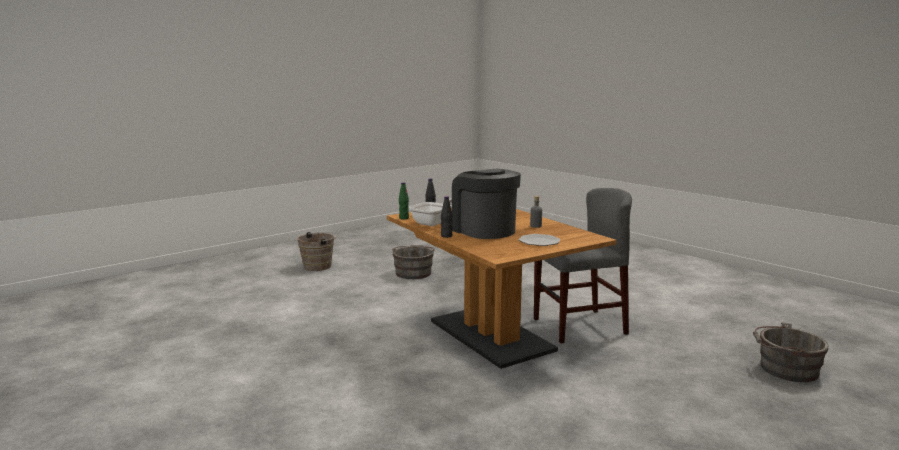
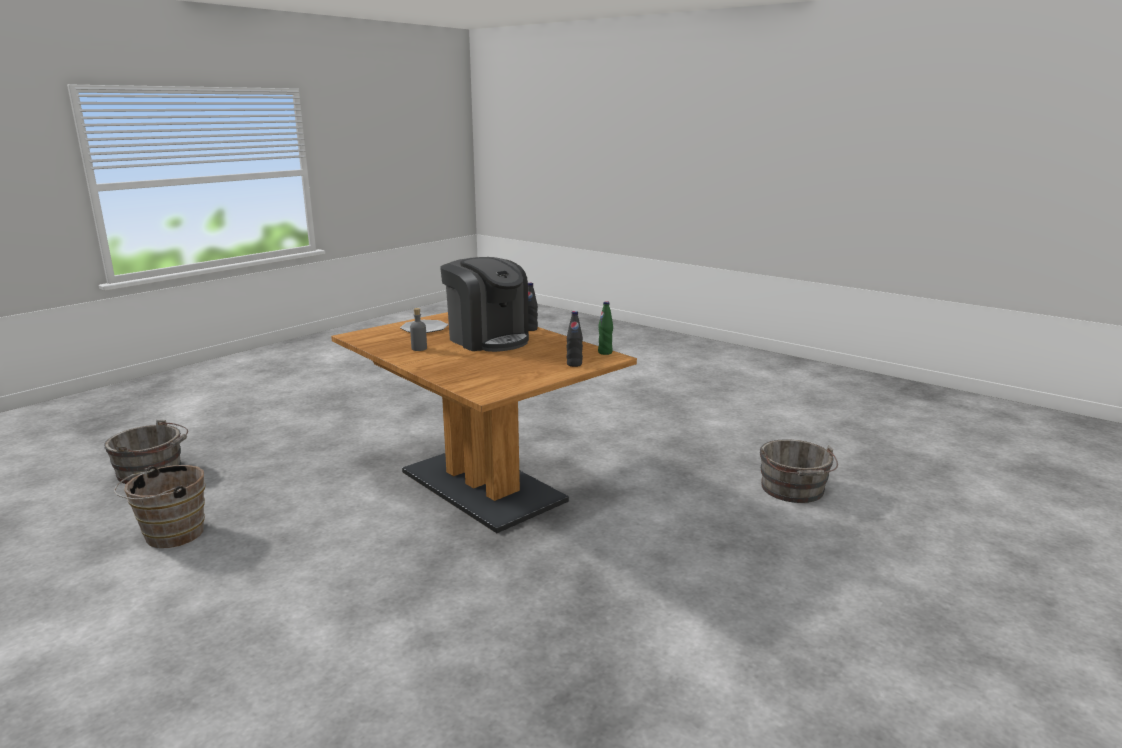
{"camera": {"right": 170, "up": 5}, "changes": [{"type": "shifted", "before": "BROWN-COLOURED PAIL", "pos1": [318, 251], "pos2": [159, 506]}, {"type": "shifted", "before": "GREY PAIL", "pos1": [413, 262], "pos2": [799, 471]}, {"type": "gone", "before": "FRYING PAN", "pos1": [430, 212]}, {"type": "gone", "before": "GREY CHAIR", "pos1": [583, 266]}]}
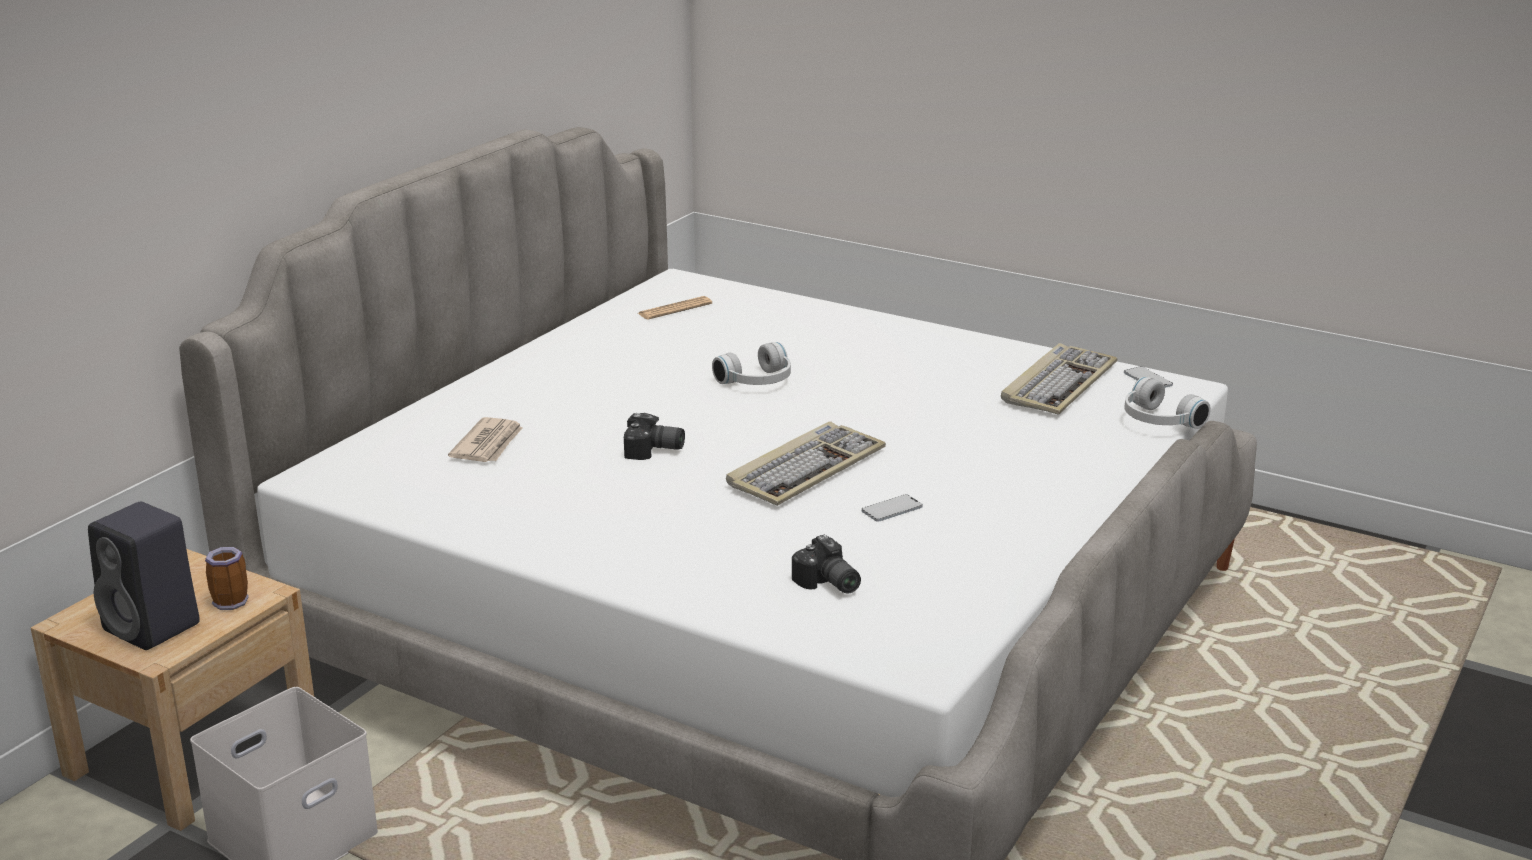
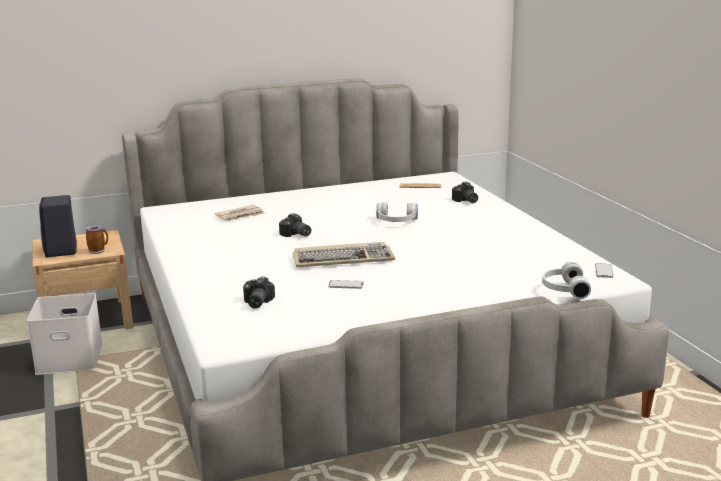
{"camera": {"right": 40, "up": -5}, "changes": [{"type": "gone", "before": "COMPUTER KEYBOARD", "pos1": [1059, 379]}, {"type": "new", "after": "STILL CAMERA", "pos2": [465, 192]}]}
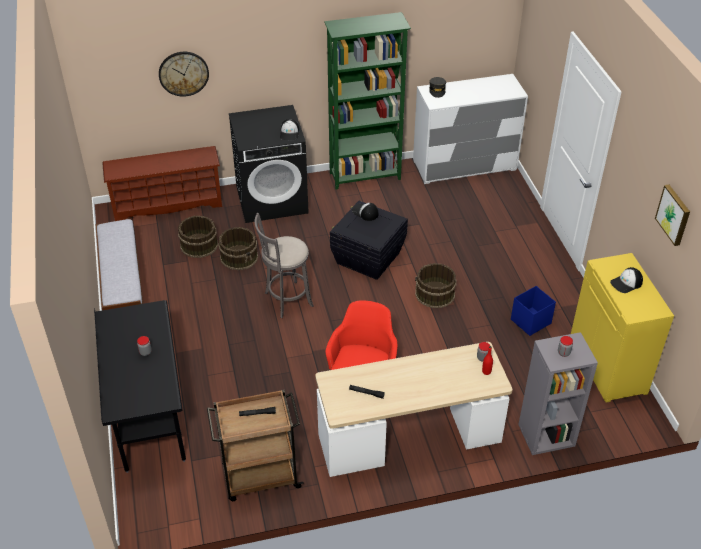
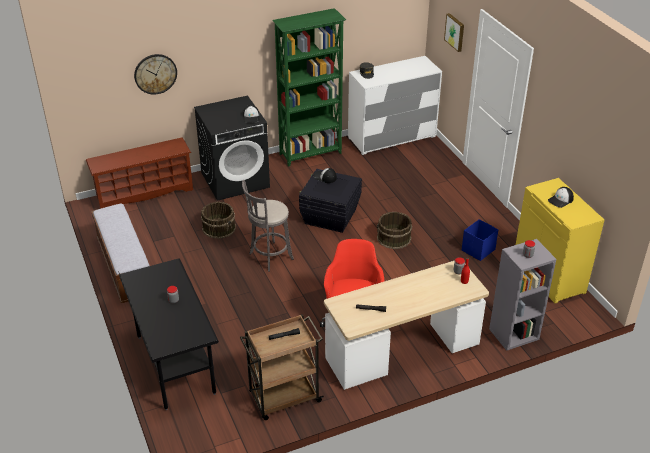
{"camera": {"right": -10, "up": -5}, "changes": [{"type": "gone", "before": "BROWN-COLOURED PAIL", "pos1": [198, 236]}, {"type": "shifted", "before": "WALL ART", "pos1": [672, 215], "pos2": [454, 32]}]}
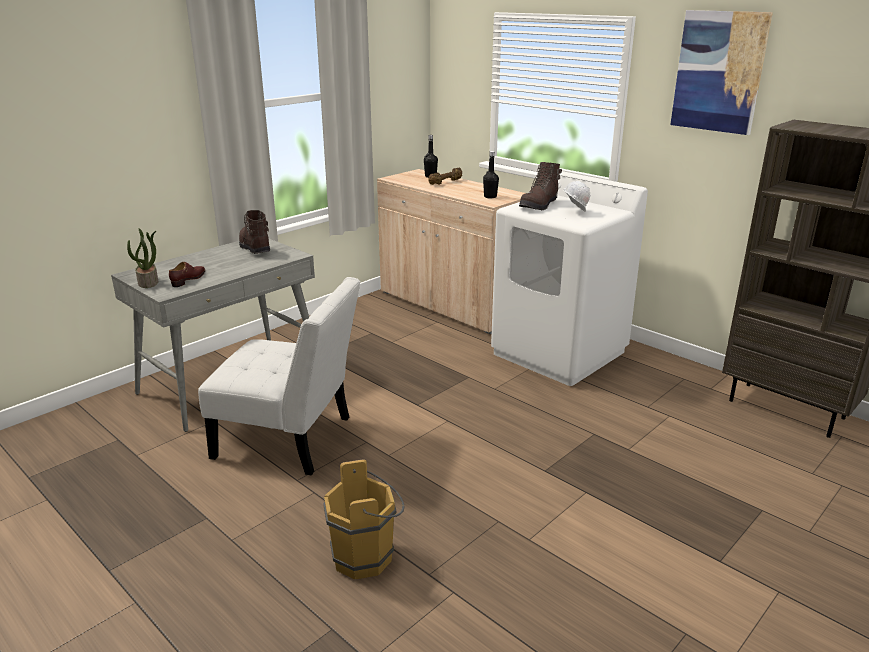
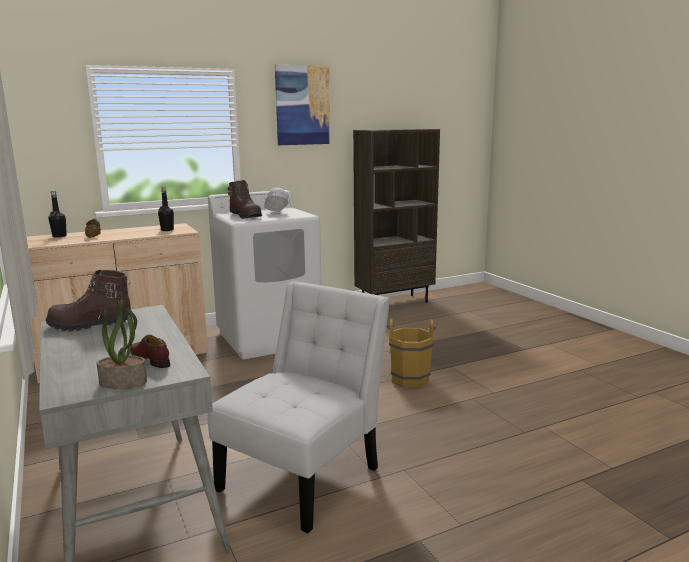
{"camera": {"right": -70, "up": -10}, "changes": [{"type": "shifted", "before": "BROWN-COLOURED PAIL", "pos1": [364, 519], "pos2": [411, 353]}]}
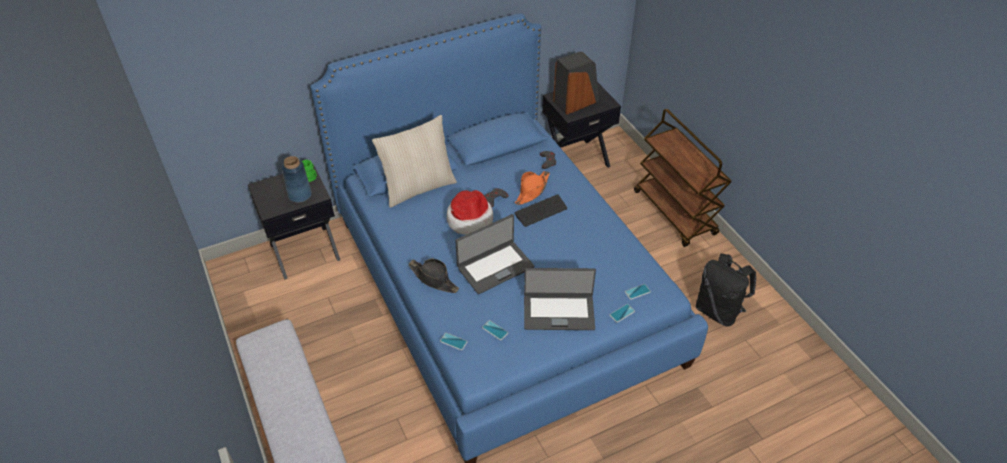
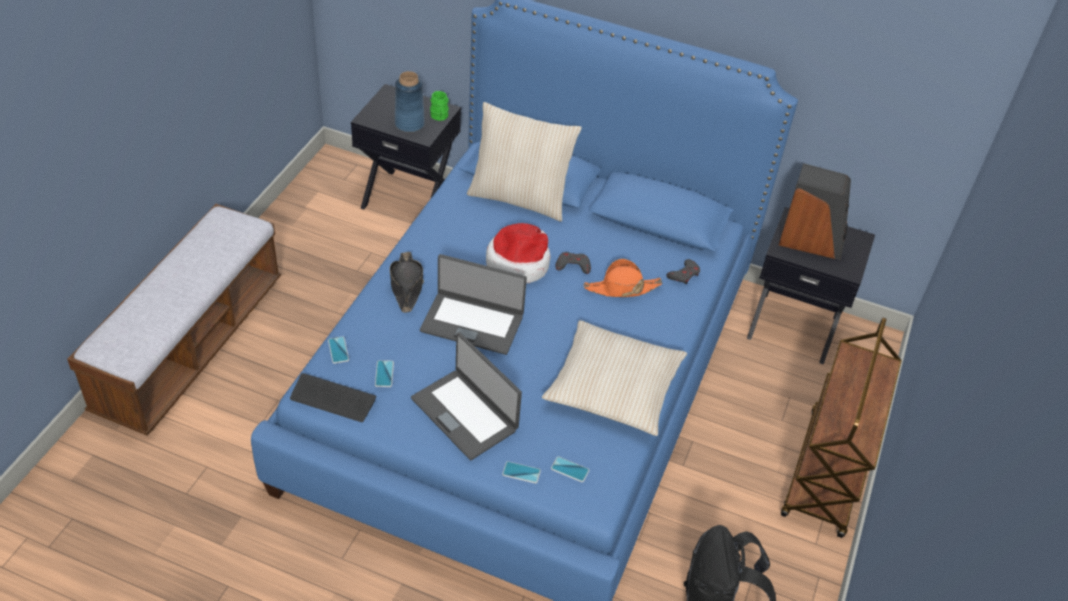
{"camera": {"right": 45, "up": 0}, "changes": [{"type": "shifted", "before": "COMPUTER KEYBOARD", "pos1": [540, 210], "pos2": [333, 397]}, {"type": "new", "after": "BEIGE-COLOURED CUSHION", "pos2": [614, 378]}]}
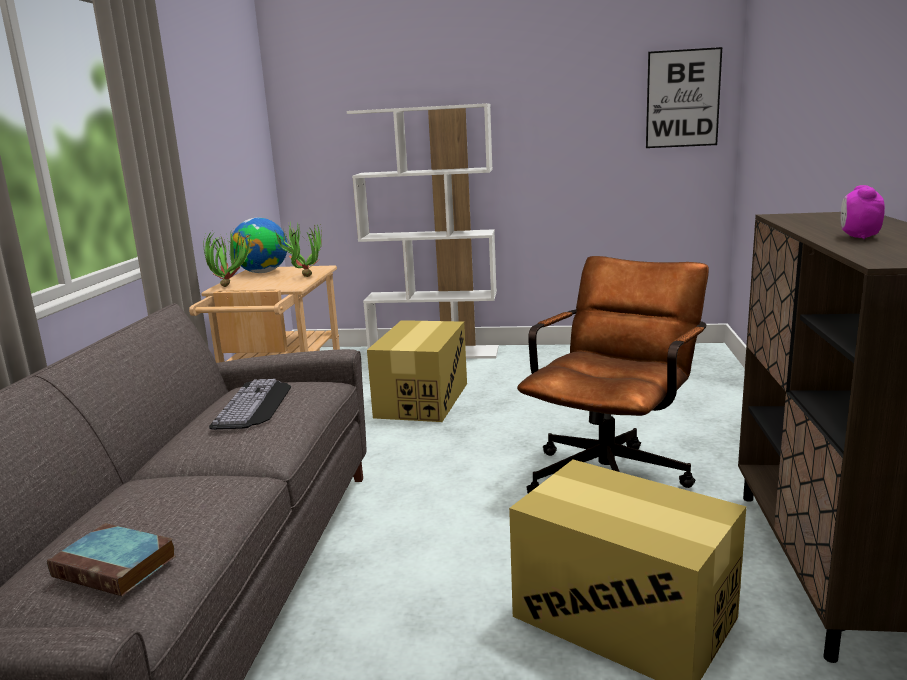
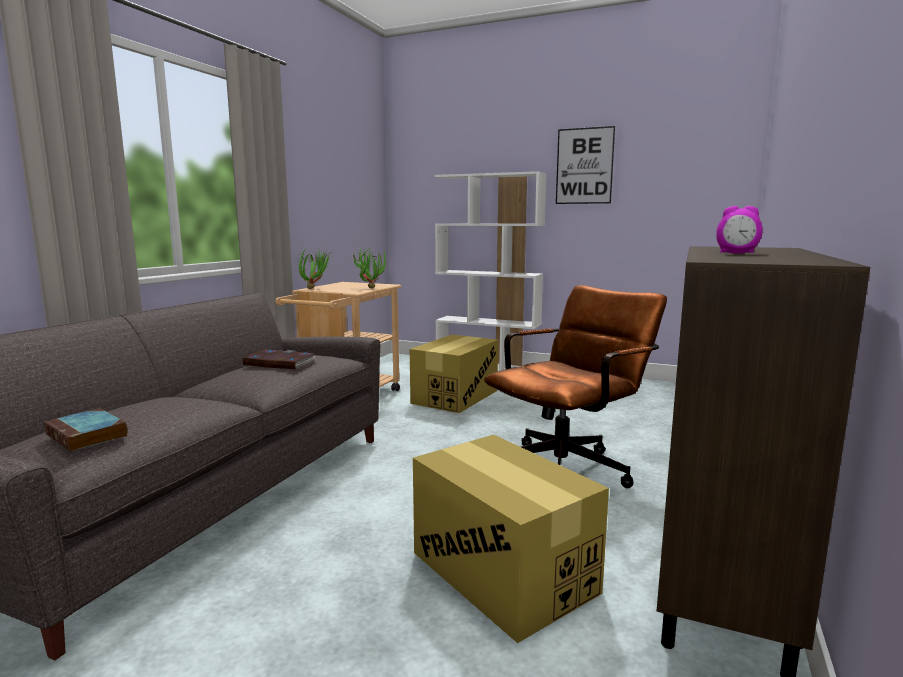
{"camera": {"right": 15, "up": -5}, "changes": [{"type": "swapped", "before": "COMPUTER KEYBOARD", "after": "BOOK", "pos1": [250, 404], "pos2": [278, 359]}, {"type": "gone", "before": "WORLD GLOBE", "pos1": [260, 245]}, {"type": "shifted", "before": "WALL ART", "pos1": [684, 97], "pos2": [585, 165]}, {"type": "rotated", "before": "BEDSIDE CLOCK", "pos1": [863, 212], "pos2": [739, 230], "turn": -105}]}
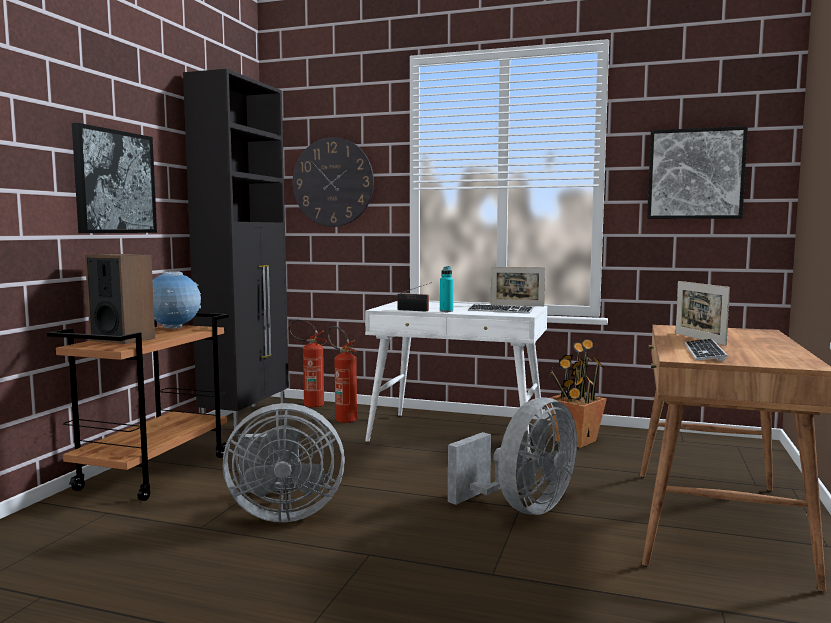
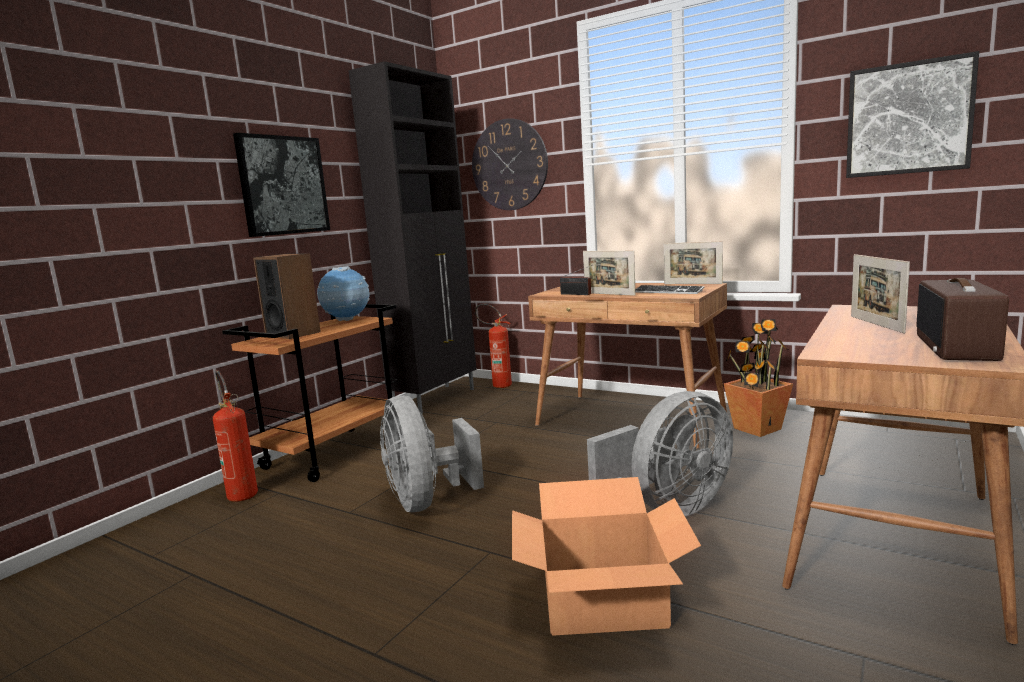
{"camera": {"right": 15, "up": 5}, "changes": [{"type": "rotated", "before": "GREY FAN", "pos1": [284, 462], "pos2": [432, 453], "turn": 60}, {"type": "shifted", "before": "FIRE-FIGHTING CYLINDER", "pos1": [342, 374], "pos2": [235, 436]}, {"type": "repainted", "before": "WHITISH DESK", "after": "BROWN-COLOURED DESK", "pos1": [456, 380], "pos2": [627, 366]}, {"type": "swapped", "before": "TURQUOISE-COLOURED BEVERAGE BOTTLE", "after": "PHOTO FRAME", "pos1": [446, 289], "pos2": [609, 273]}, {"type": "gone", "before": "COMPUTER KEYBOARD", "pos1": [706, 350]}, {"type": "new", "after": "CARTON", "pos2": [606, 556]}, {"type": "new", "after": "RADIO", "pos2": [962, 319]}]}
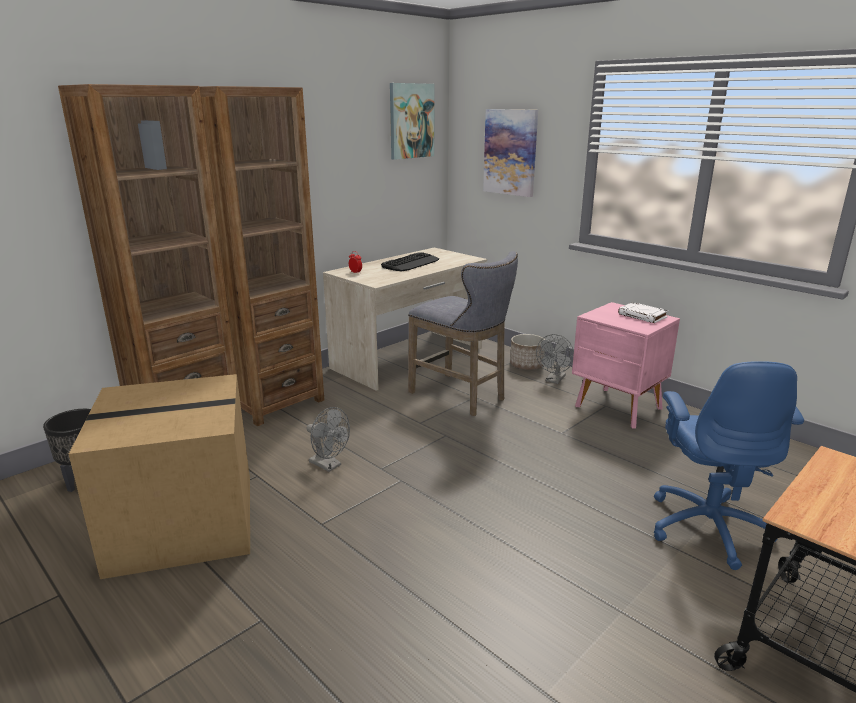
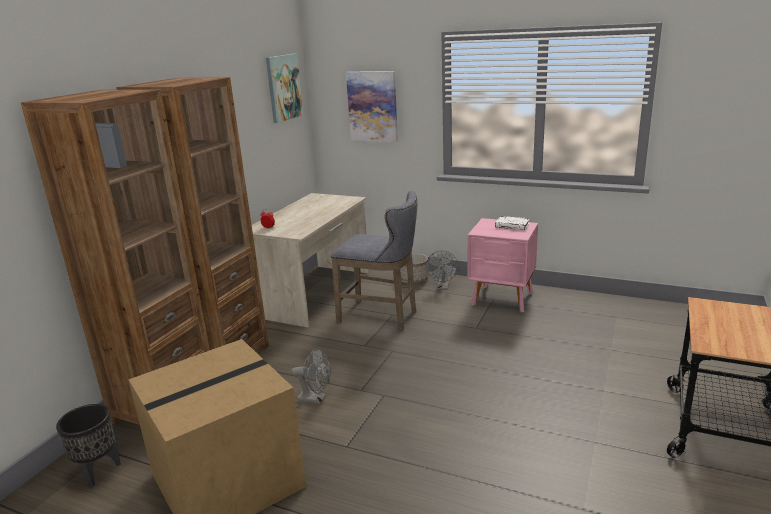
{"camera": {"right": -20, "up": 0}, "changes": [{"type": "gone", "before": "COMPUTER KEYBOARD", "pos1": [410, 261]}, {"type": "gone", "before": "BLUE-COLOURED COMPUTER CHAIR", "pos1": [729, 465]}]}
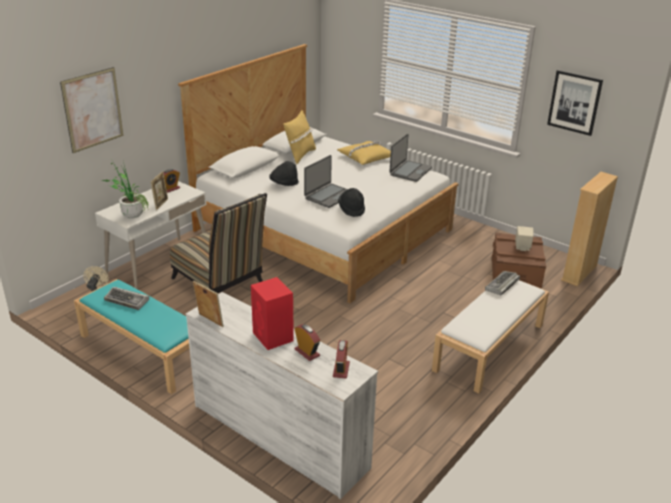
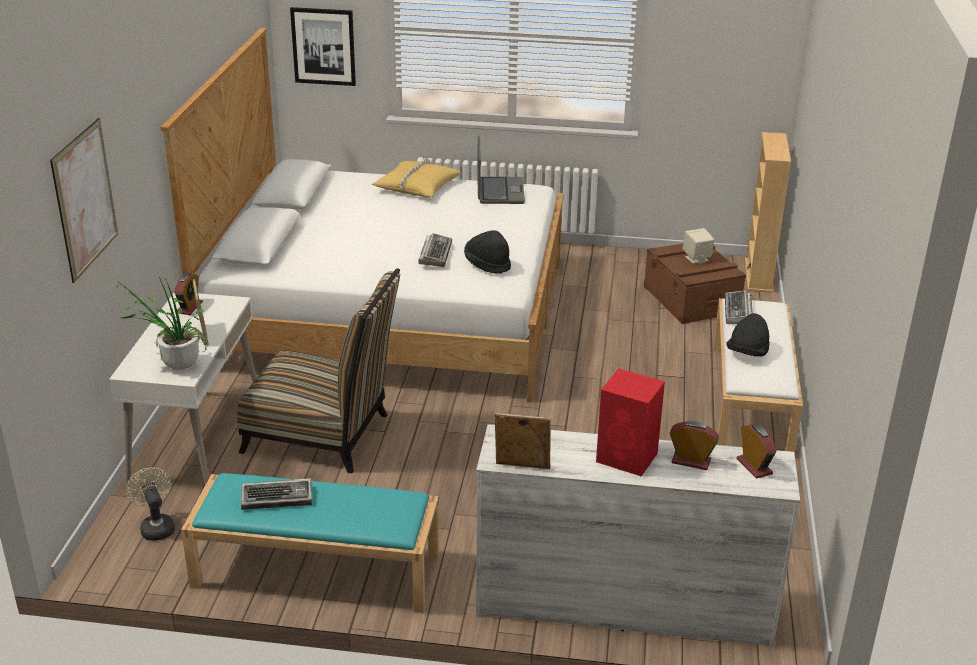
{"camera": {"right": -30, "up": 0}, "changes": [{"type": "shifted", "before": "BLACKISH HAT", "pos1": [284, 173], "pos2": [748, 335]}, {"type": "gone", "before": "YELLOW CUSHION", "pos1": [299, 138]}, {"type": "swapped", "before": "NOTEBOOK COMPUTER", "after": "COMPUTER KEYBOARD", "pos1": [326, 181], "pos2": [435, 250]}, {"type": "shifted", "before": "WALL ART", "pos1": [575, 103], "pos2": [323, 46]}]}
